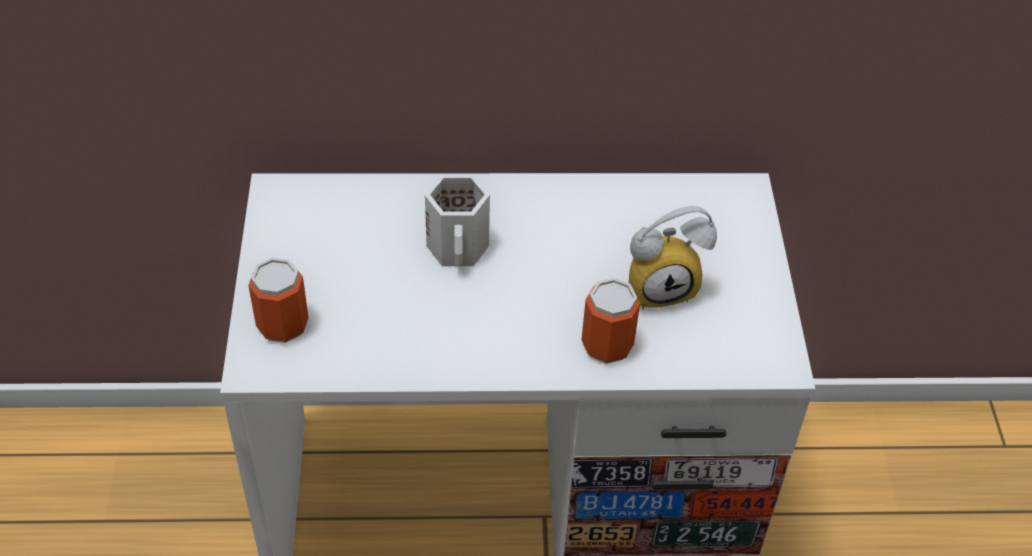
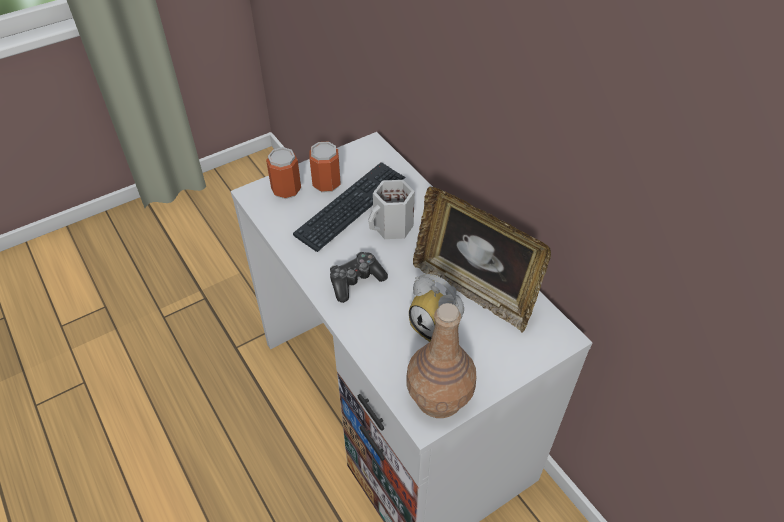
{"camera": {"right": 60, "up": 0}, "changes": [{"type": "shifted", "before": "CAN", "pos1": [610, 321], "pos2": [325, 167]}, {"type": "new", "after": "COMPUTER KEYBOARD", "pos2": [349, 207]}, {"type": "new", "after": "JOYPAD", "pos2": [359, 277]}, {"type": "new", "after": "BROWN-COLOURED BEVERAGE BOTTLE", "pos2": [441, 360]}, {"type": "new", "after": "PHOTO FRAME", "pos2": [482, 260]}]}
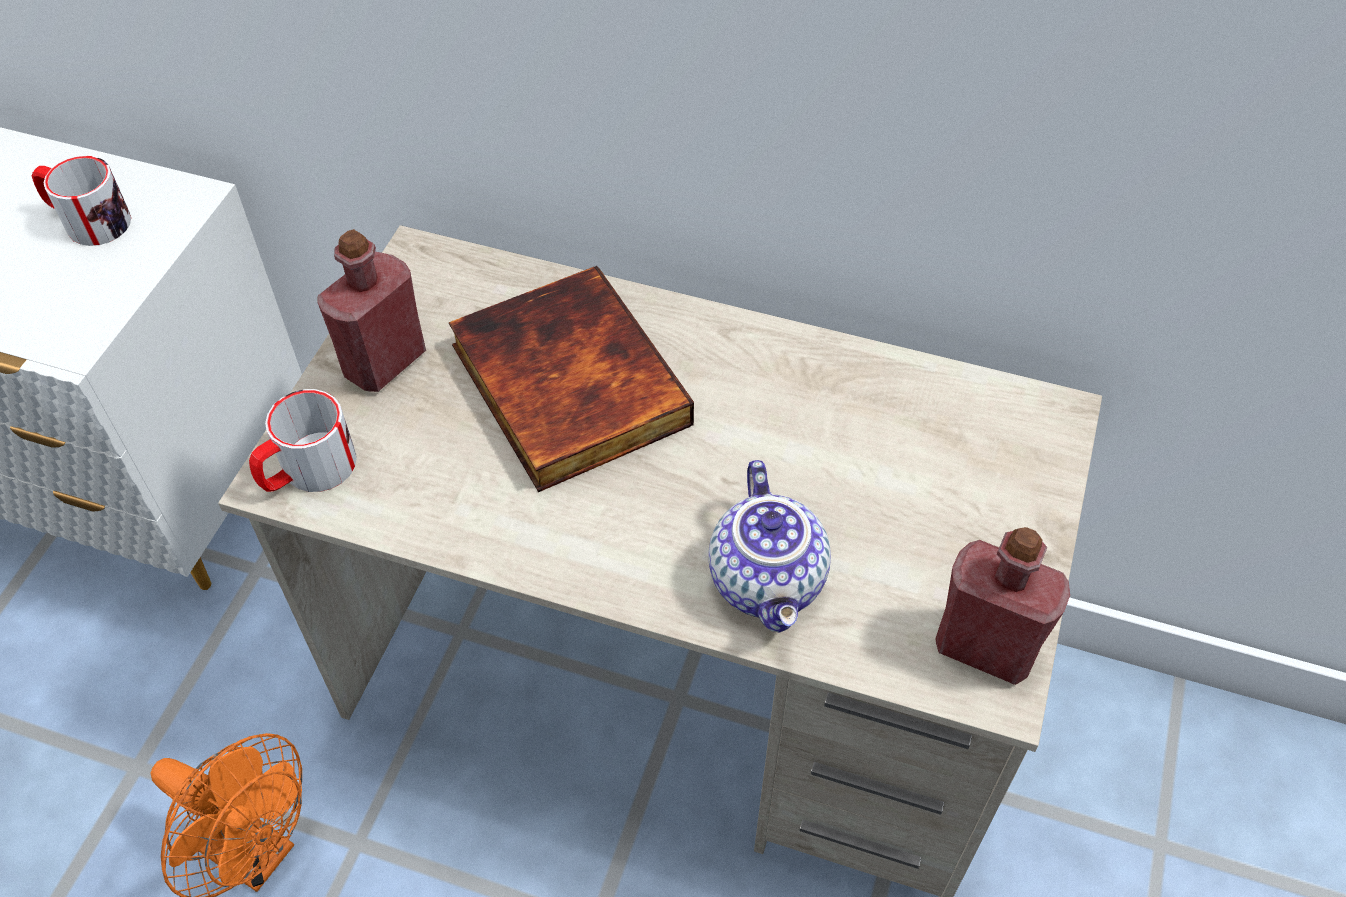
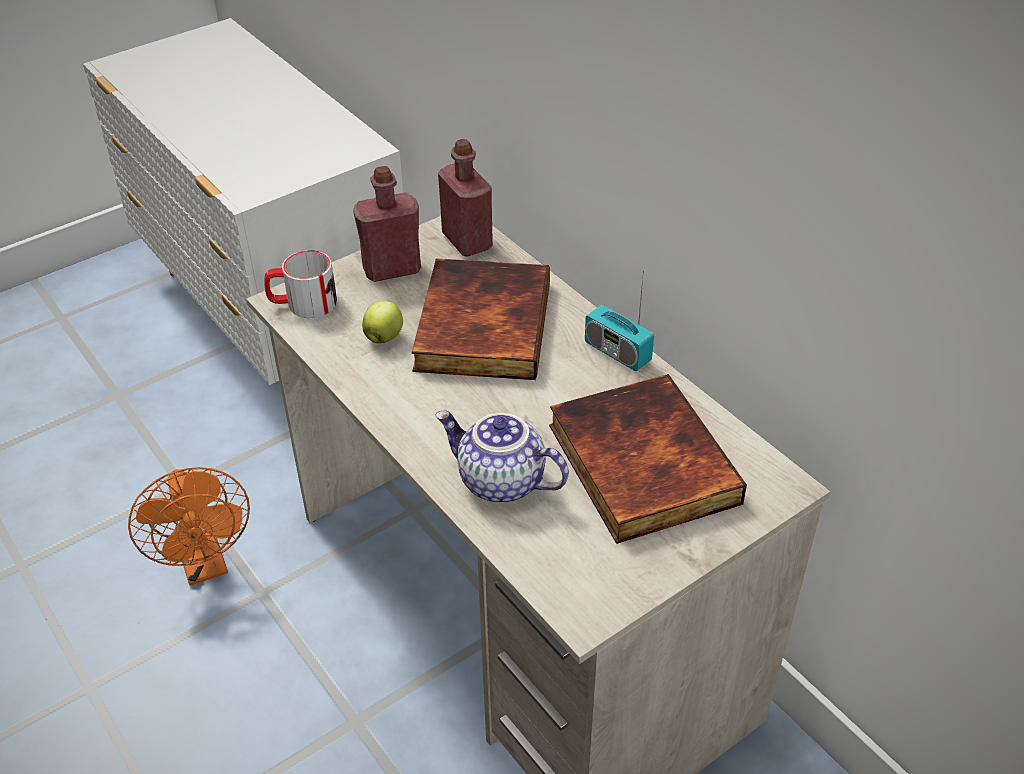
{"camera": {"right": 35, "up": -10}, "changes": [{"type": "gone", "before": "COFFEE MUG", "pos1": [81, 201]}, {"type": "rotated", "before": "TEA POT", "pos1": [770, 546], "pos2": [502, 457], "turn": 90}, {"type": "shifted", "before": "RED BEVERAGE BOTTLE", "pos1": [1002, 606], "pos2": [465, 198]}, {"type": "new", "after": "APPLE FRUIT", "pos2": [382, 322]}, {"type": "new", "after": "BOOK", "pos2": [648, 459]}, {"type": "new", "after": "RADIO", "pos2": [619, 320]}]}
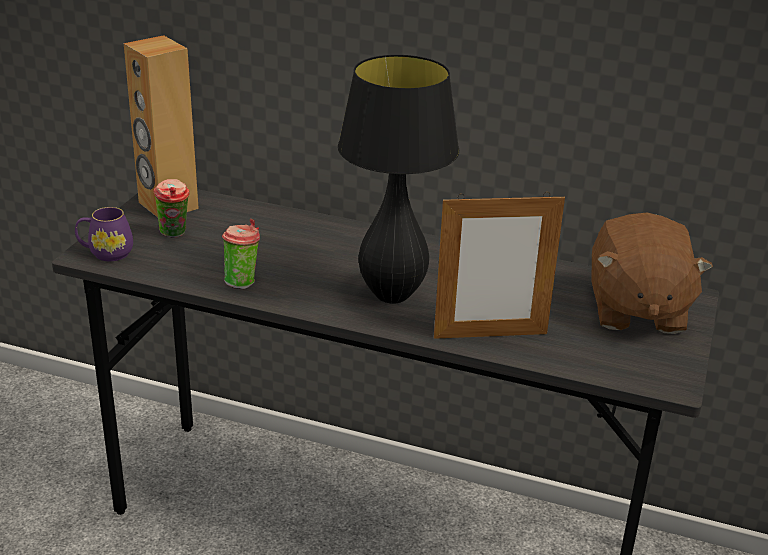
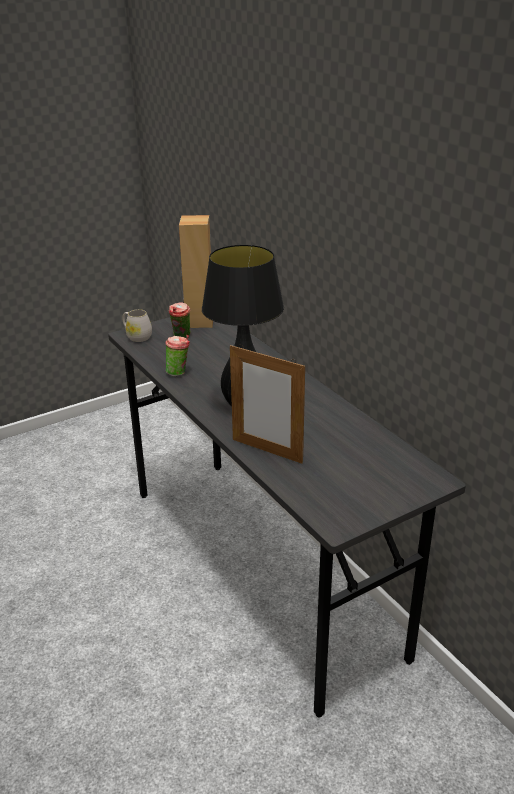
{"camera": {"right": 40, "up": 0}, "changes": [{"type": "repainted", "before": "PURPLE-COLOURED COFFEE MUG", "after": "WHITISH COFFEE MUG", "pos1": [104, 234], "pos2": [137, 325]}, {"type": "gone", "before": "BROWN-COLOURED SOFT TOY", "pos1": [652, 273]}]}
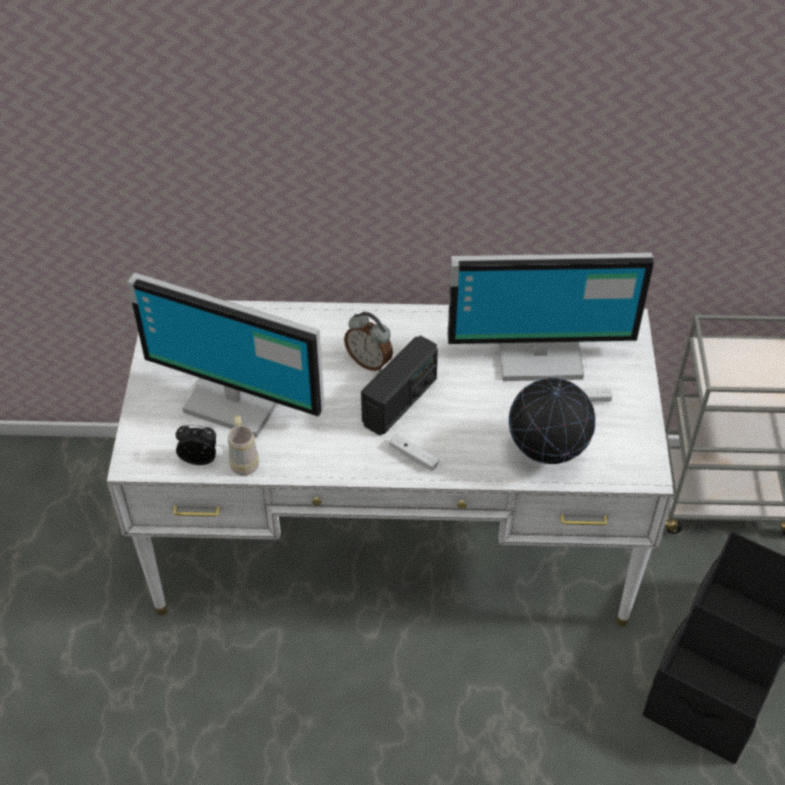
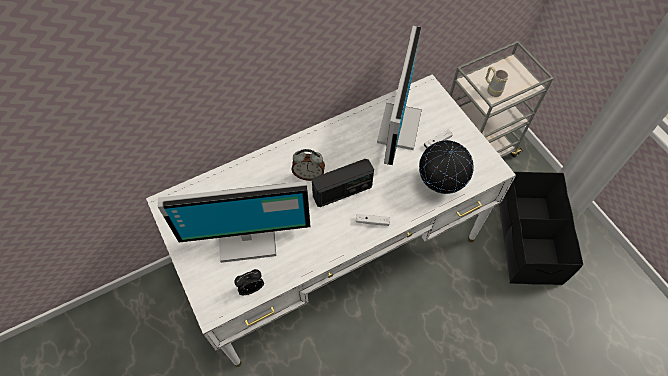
{"camera": {"right": -30, "up": 10}, "changes": [{"type": "shifted", "before": "BEIGE-COLOURED COFFEE MUG", "pos1": [243, 445], "pos2": [497, 82]}, {"type": "rotated", "before": "RADIO", "pos1": [399, 385], "pos2": [343, 183], "turn": 60}, {"type": "rotated", "before": "MONITOR", "pos1": [551, 317], "pos2": [399, 95], "turn": -45}]}
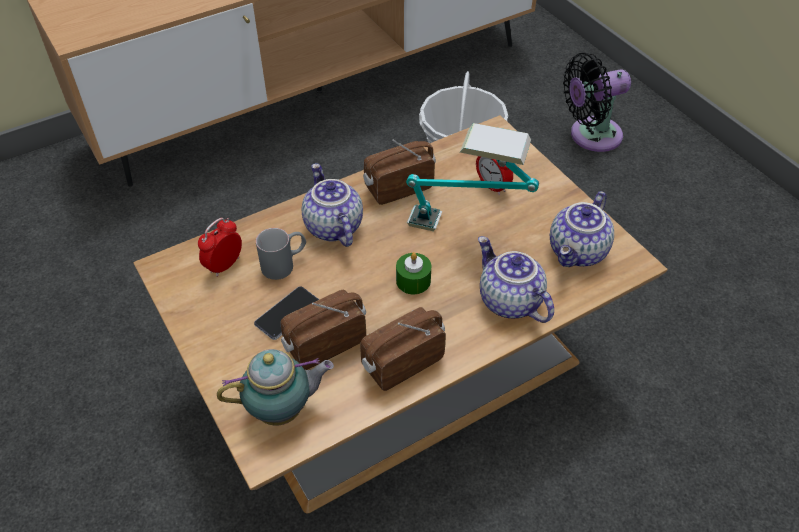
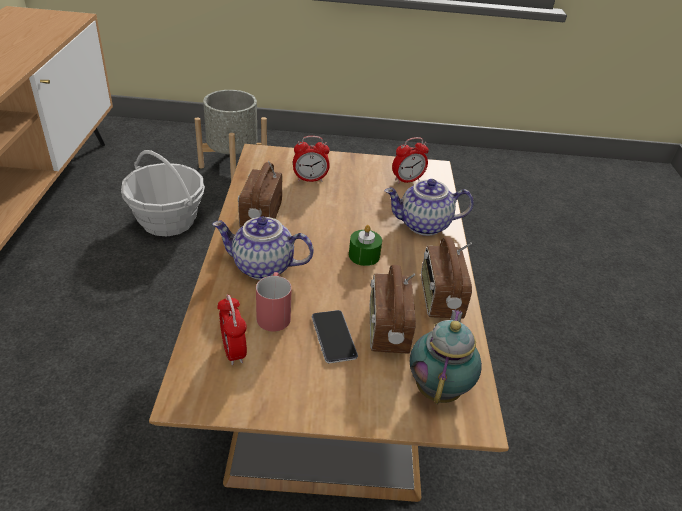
{"camera": {"right": -60, "up": -10}, "changes": [{"type": "repainted", "before": "GREY COFFEE MUG", "after": "RED COFFEE MUG", "pos1": [281, 254], "pos2": [274, 301]}, {"type": "gone", "before": "TABLE LAMP", "pos1": [472, 177]}, {"type": "swapped", "before": "TEA POT", "after": "BEDSIDE CLOCK", "pos1": [582, 229], "pos2": [410, 160]}, {"type": "swapped", "before": "BLACKISH FAN", "after": "GREY PLANT POT", "pos1": [597, 102], "pos2": [231, 135]}]}
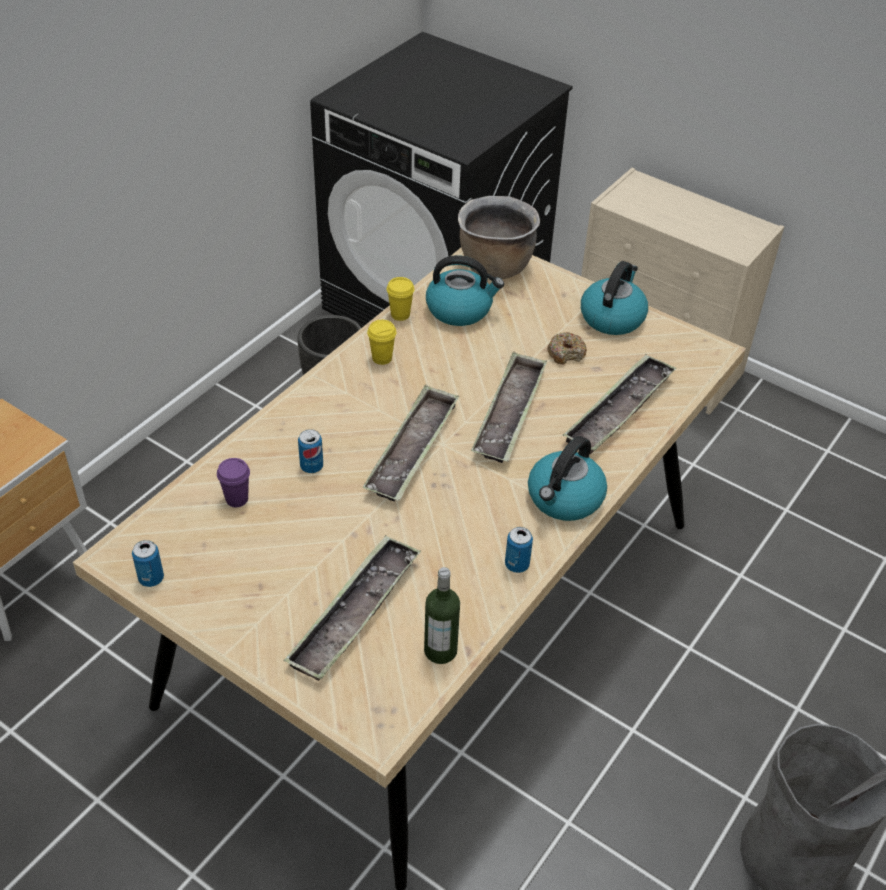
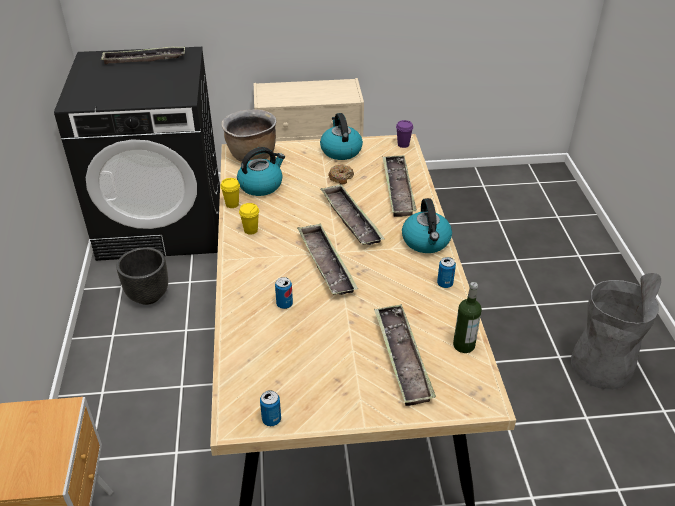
{"camera": {"right": -40, "up": -5}, "changes": [{"type": "shifted", "before": "PURPLE-COLOURED CUP", "pos1": [233, 482], "pos2": [404, 134]}, {"type": "new", "after": "TRAY", "pos2": [143, 55]}]}
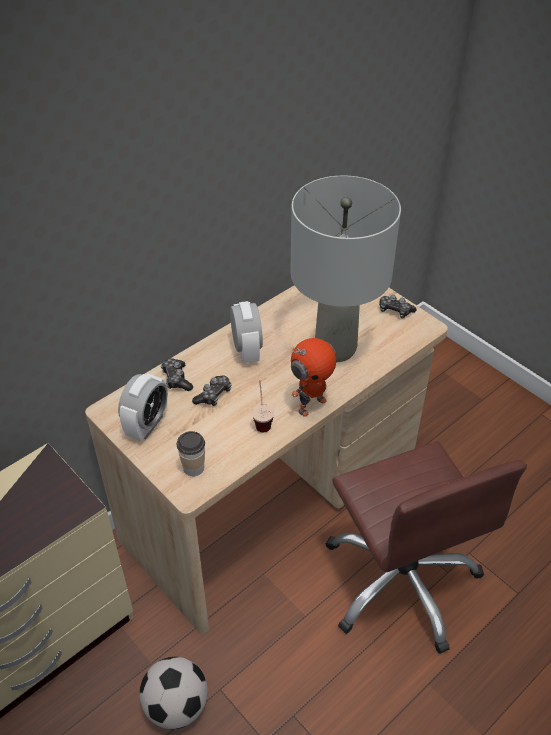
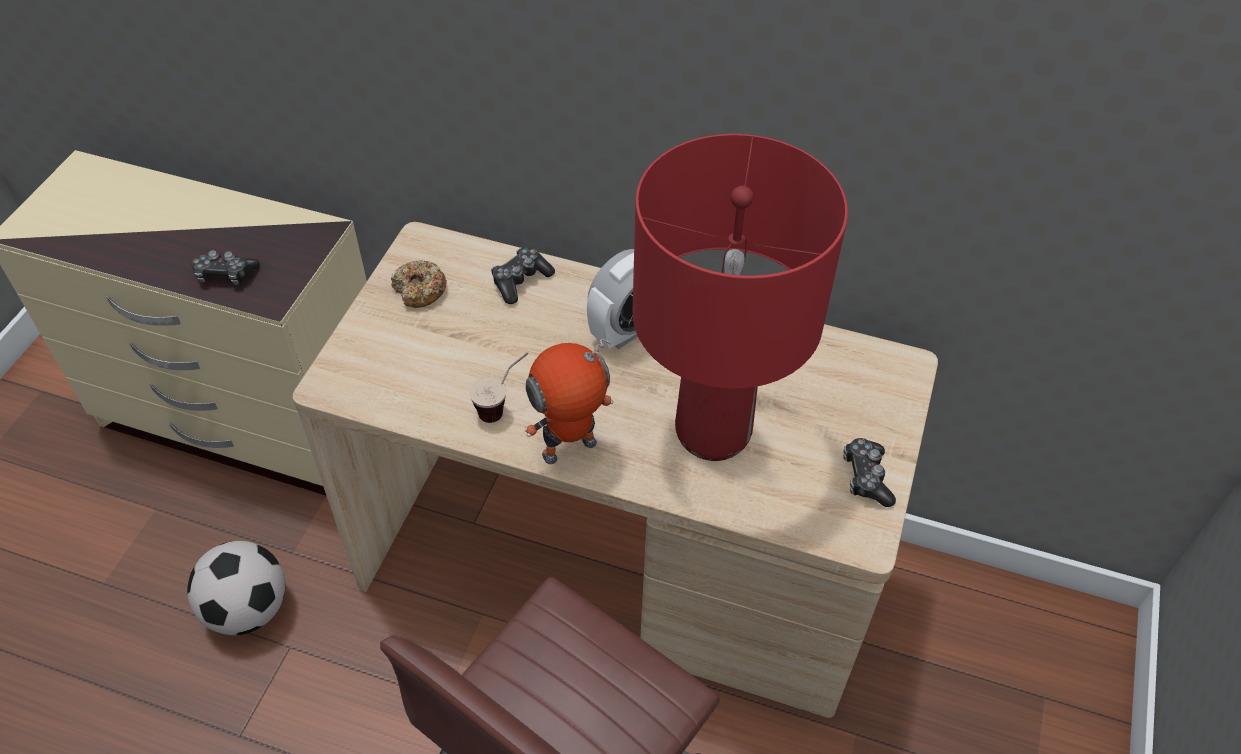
{"camera": {"right": 60, "up": 5}, "changes": [{"type": "swapped", "before": "BEDSIDE CLOCK", "after": "RING DOUGHNUT", "pos1": [143, 407], "pos2": [419, 284]}, {"type": "gone", "before": "CUP", "pos1": [191, 453]}, {"type": "shifted", "before": "JOYPAD", "pos1": [212, 390], "pos2": [225, 267]}, {"type": "repainted", "before": "GREY TABLE LAMP", "after": "RED TABLE LAMP", "pos1": [345, 269], "pos2": [740, 297]}, {"type": "rotated", "before": "TOY ROBOT", "pos1": [313, 377], "pos2": [569, 401], "turn": 135}]}
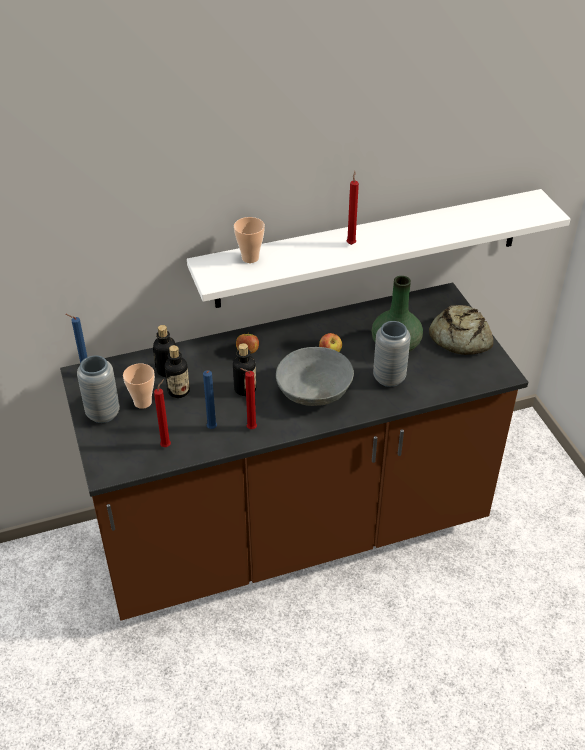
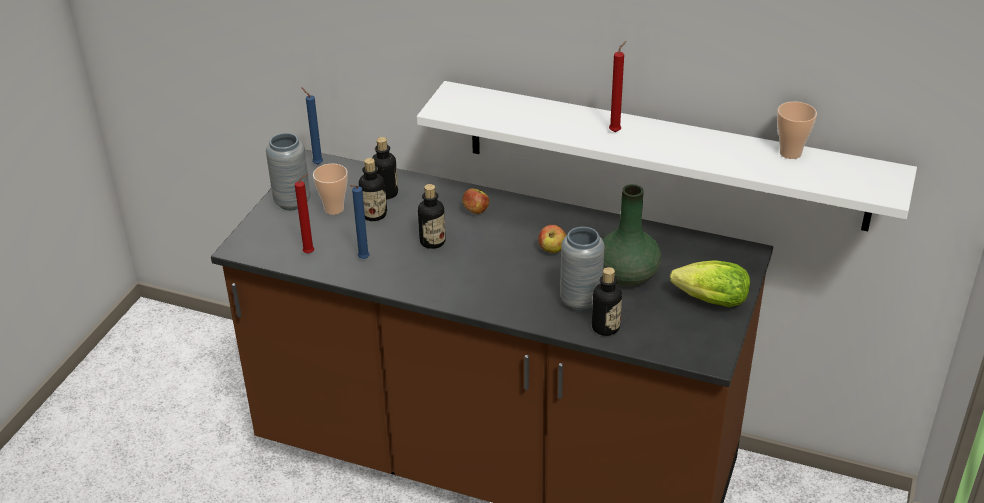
{"camera": {"right": 40, "up": -5}, "changes": [{"type": "shifted", "before": "CUP", "pos1": [249, 240], "pos2": [797, 130]}, {"type": "gone", "before": "RED CANDLE", "pos1": [248, 398]}, {"type": "gone", "before": "GREY DEEP DISH", "pos1": [315, 376]}, {"type": "swapped", "before": "BAKERY BREAD", "after": "HEAD OF LETTUCE", "pos1": [461, 330], "pos2": [710, 283]}, {"type": "new", "after": "BEVERAGE BOTTLE", "pos2": [607, 301]}]}
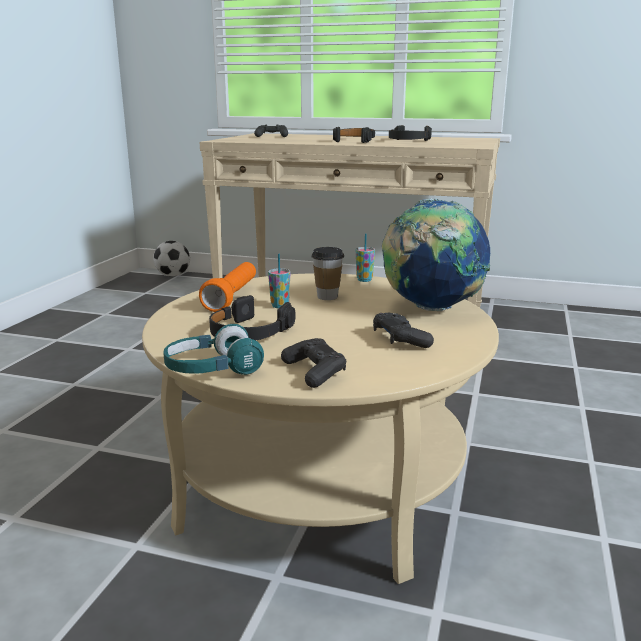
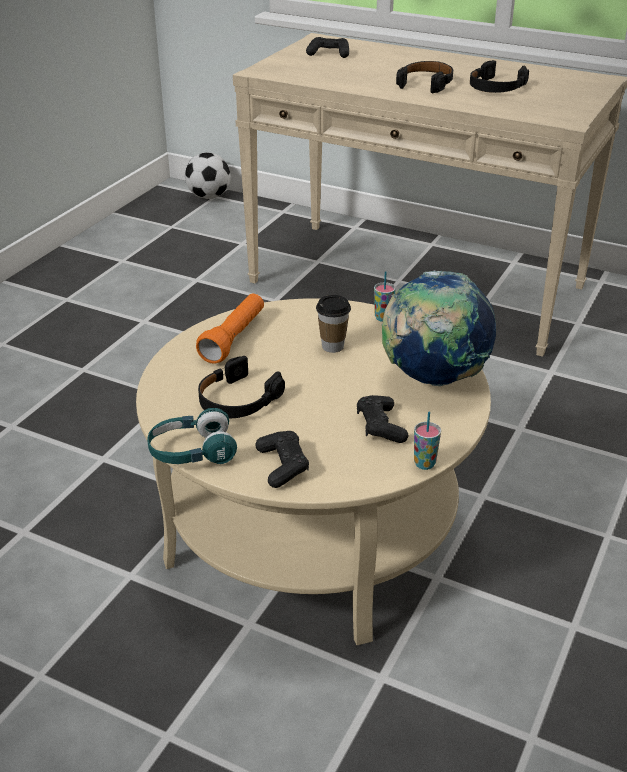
{"camera": {"right": 10, "up": 15}, "changes": [{"type": "shifted", "before": "CUP", "pos1": [279, 281], "pos2": [427, 441]}]}
